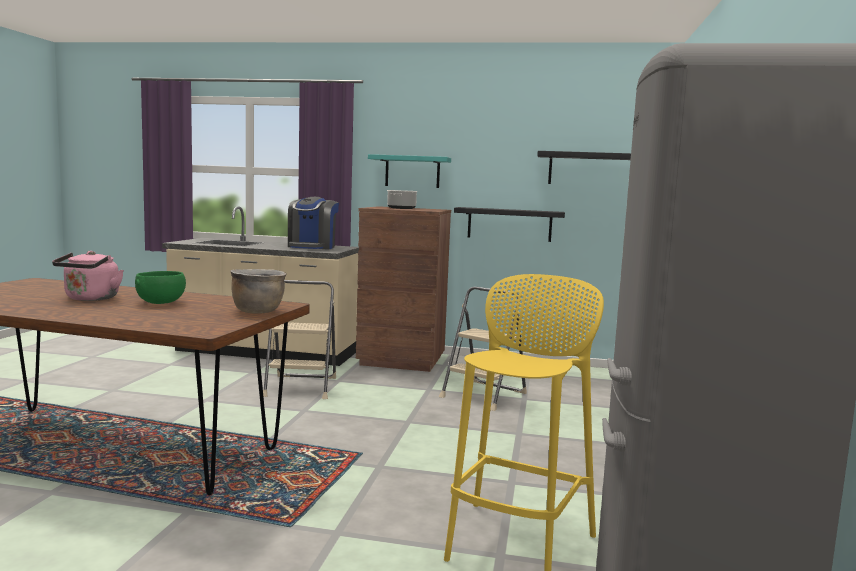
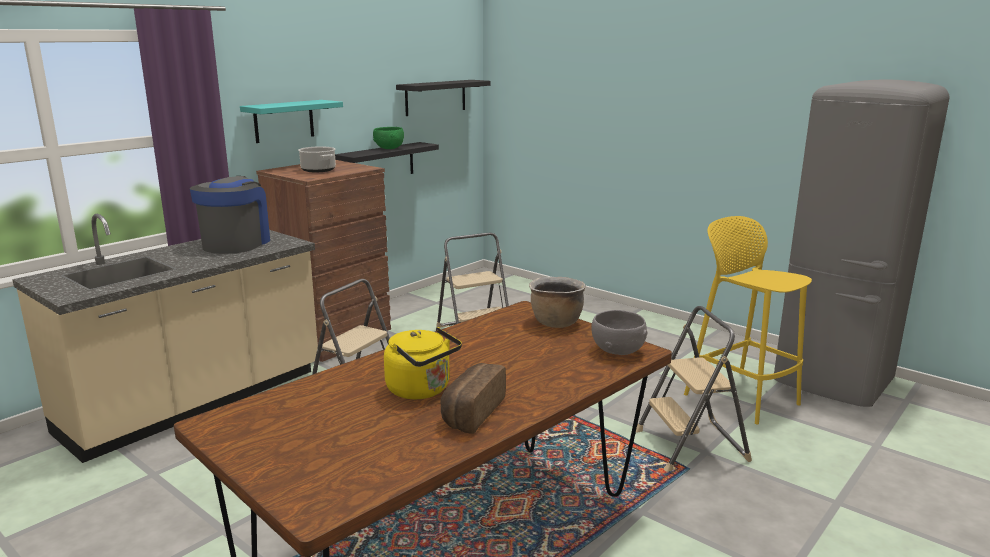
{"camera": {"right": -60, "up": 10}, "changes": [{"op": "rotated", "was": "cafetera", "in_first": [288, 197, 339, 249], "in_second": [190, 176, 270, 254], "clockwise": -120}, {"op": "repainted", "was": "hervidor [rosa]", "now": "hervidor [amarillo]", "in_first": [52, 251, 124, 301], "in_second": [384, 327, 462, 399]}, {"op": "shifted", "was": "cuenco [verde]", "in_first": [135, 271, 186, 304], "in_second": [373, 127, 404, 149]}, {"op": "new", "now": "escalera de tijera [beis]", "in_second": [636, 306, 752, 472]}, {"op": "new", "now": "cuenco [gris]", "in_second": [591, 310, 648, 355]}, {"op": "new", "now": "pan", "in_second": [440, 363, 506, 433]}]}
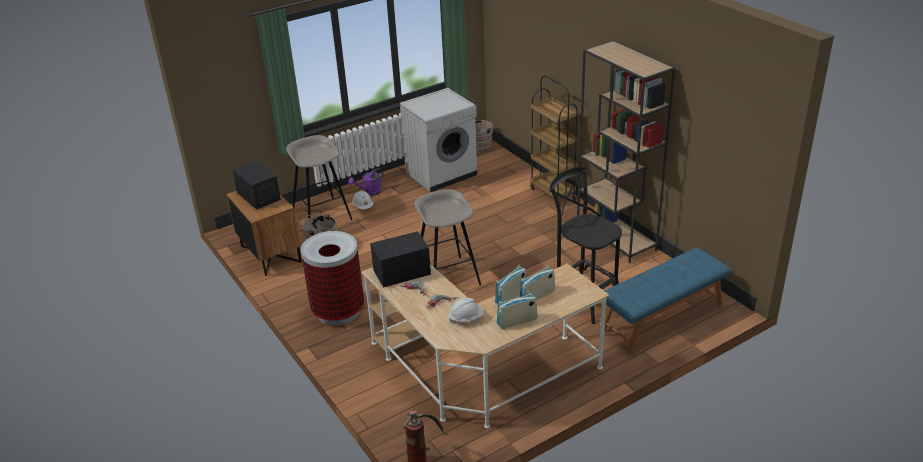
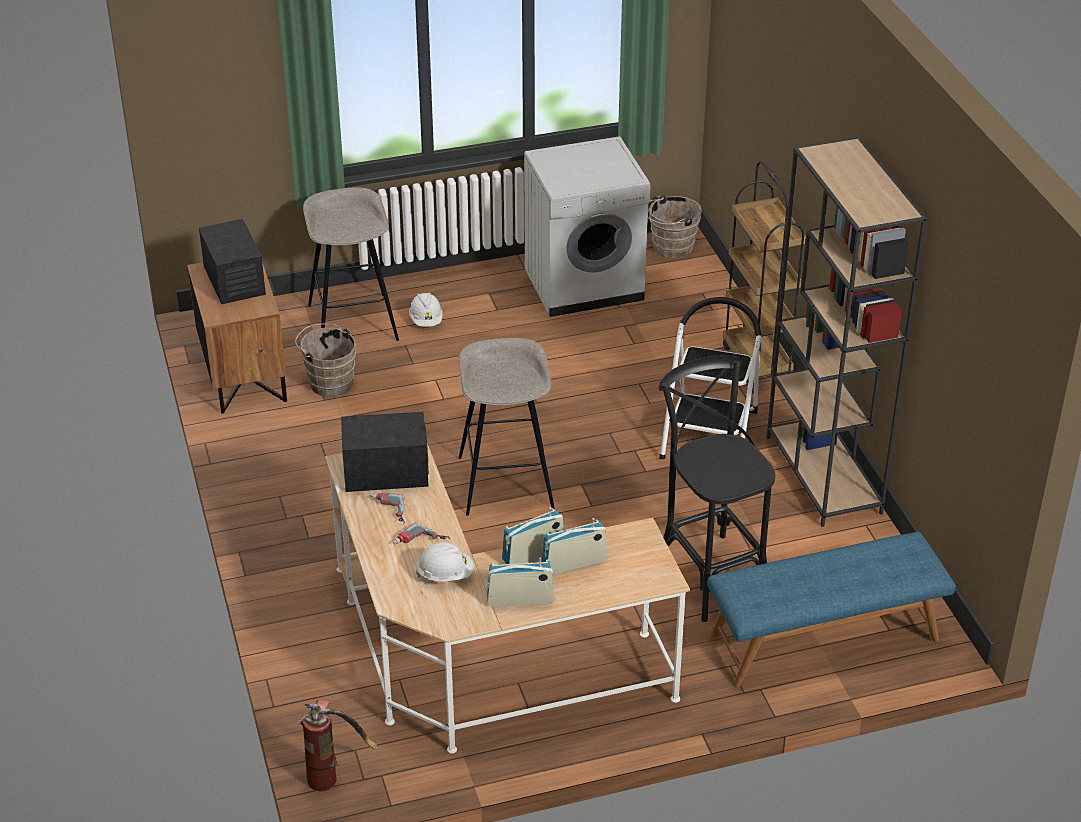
{"camera": {"right": 15, "up": 5}, "changes": [{"op": "gone", "was": "regadera [morado]", "in_first": [348, 168, 383, 196]}, {"op": "gone", "was": "papelera", "in_first": [301, 231, 364, 325]}, {"op": "new", "now": "escalera de tijera", "in_second": [659, 297, 761, 459]}]}
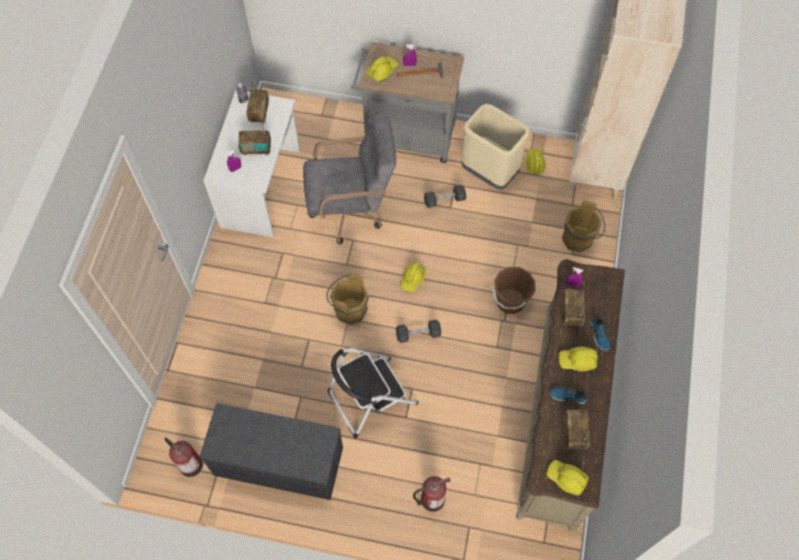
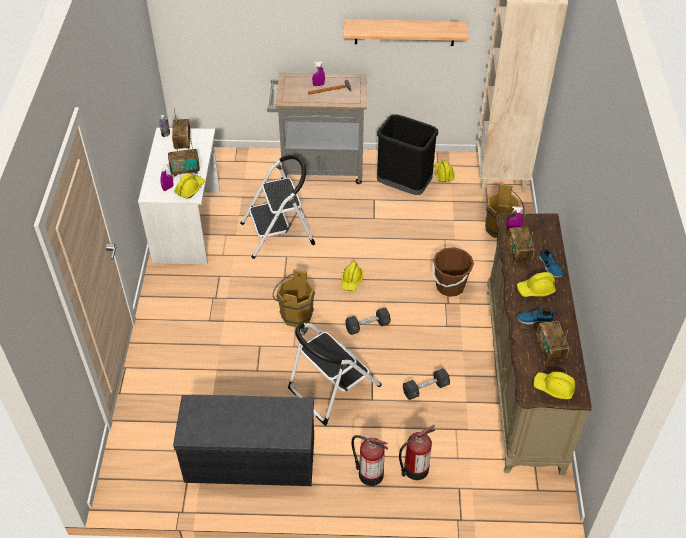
{"camera": {"right": -10, "up": -15}, "changes": [{"op": "shifted", "was": "casco [amarillo]", "in_first": [367, 56, 398, 82], "in_second": [174, 173, 205, 199]}, {"op": "repainted", "was": "papelera [beis]", "now": "papelera [negro]", "in_first": [461, 104, 530, 190], "in_second": [377, 114, 438, 195]}, {"op": "swapped", "was": "silla de oficina [gris]", "now": "escalera de tijera", "in_first": [303, 112, 396, 244], "in_second": [240, 155, 315, 259]}, {"op": "shifted", "was": "mancuerna [gris]", "in_first": [424, 185, 466, 208], "in_second": [403, 368, 450, 400]}, {"op": "shifted", "was": "extintor", "in_first": [164, 438, 203, 477], "in_second": [352, 435, 388, 486]}, {"op": "new", "now": "estante", "in_second": [343, 19, 469, 46]}]}
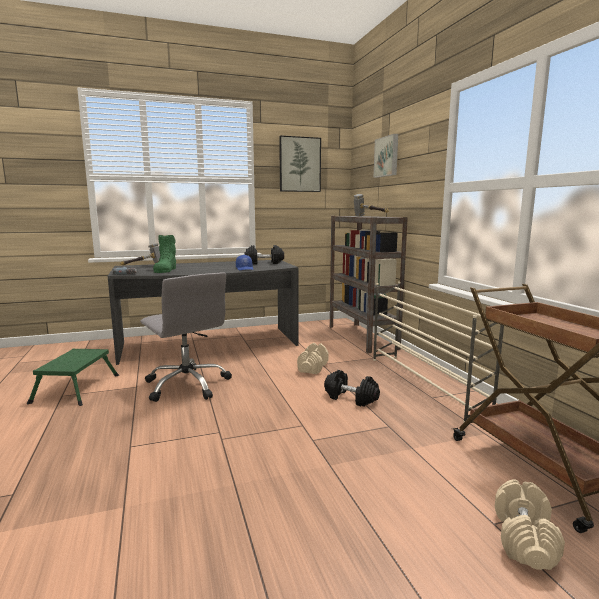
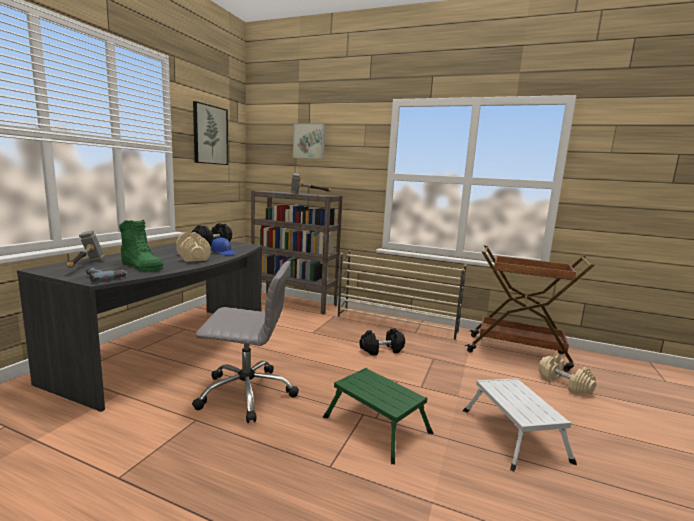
{"camera": {"right": -50, "up": 0}, "changes": [{"op": "shifted", "was": "mancuerna [beis]", "in_first": [297, 343, 329, 374], "in_second": [176, 232, 210, 262]}, {"op": "shifted", "was": "escalera de tijera [verde]", "in_first": [27, 349, 119, 406], "in_second": [323, 368, 434, 464]}, {"op": "new", "now": "escalera de tijera [blanco]", "in_second": [463, 378, 577, 472]}]}
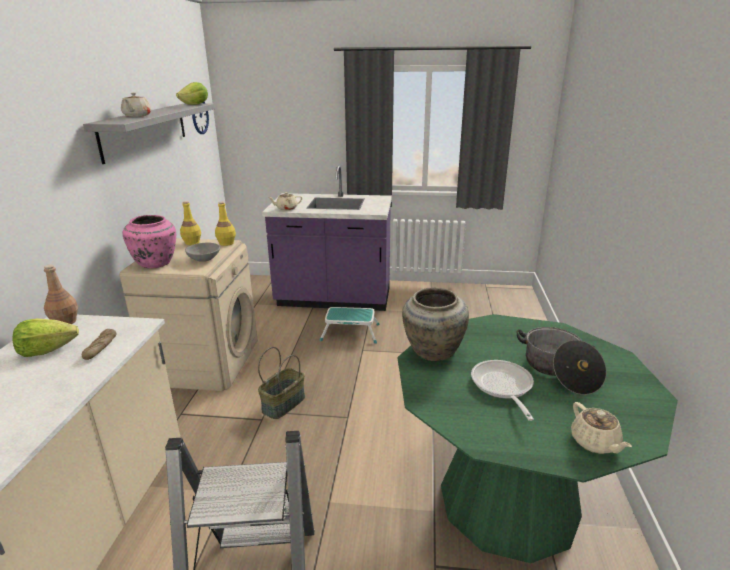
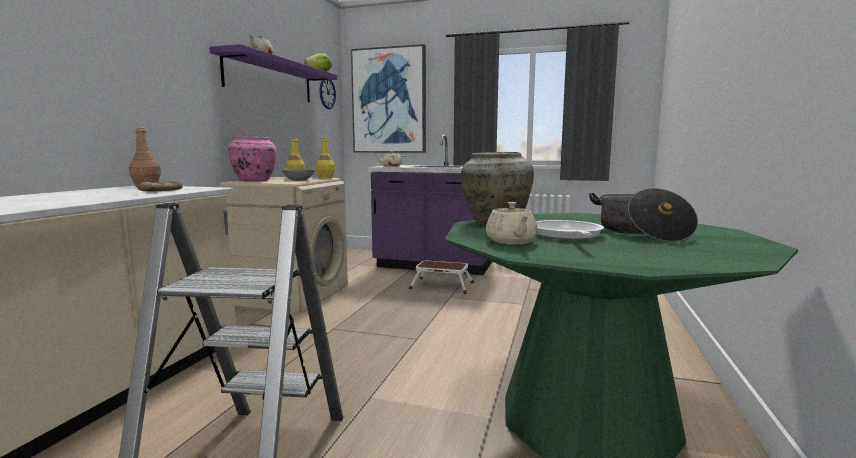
{"camera": {"right": 10, "up": -15}, "changes": [{"op": "repainted", "was": "estante [gris]", "now": "estante [morado]", "in_first": [83, 103, 215, 164], "in_second": [209, 44, 337, 102]}, {"op": "repainted", "was": "escalera de tijera [turquesa]", "now": "escalera de tijera [marrón]", "in_first": [319, 307, 380, 344], "in_second": [409, 261, 474, 294]}, {"op": "gone", "was": "lechuga", "in_first": [12, 318, 79, 357]}, {"op": "gone", "was": "cesta", "in_first": [258, 347, 305, 419]}, {"op": "shifted", "was": "tetera [beis]", "in_first": [571, 402, 632, 454], "in_second": [486, 202, 538, 245]}, {"op": "new", "now": "cuadro", "in_second": [351, 44, 426, 153]}]}
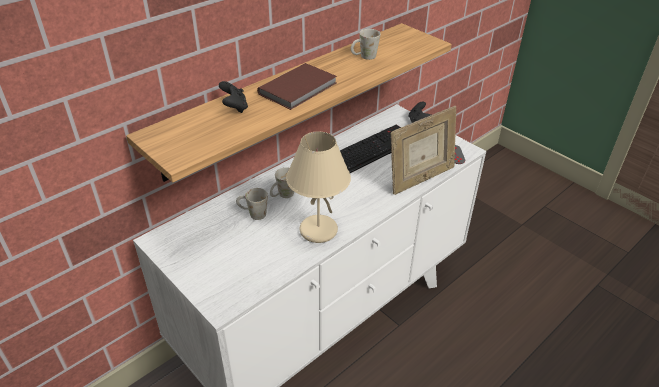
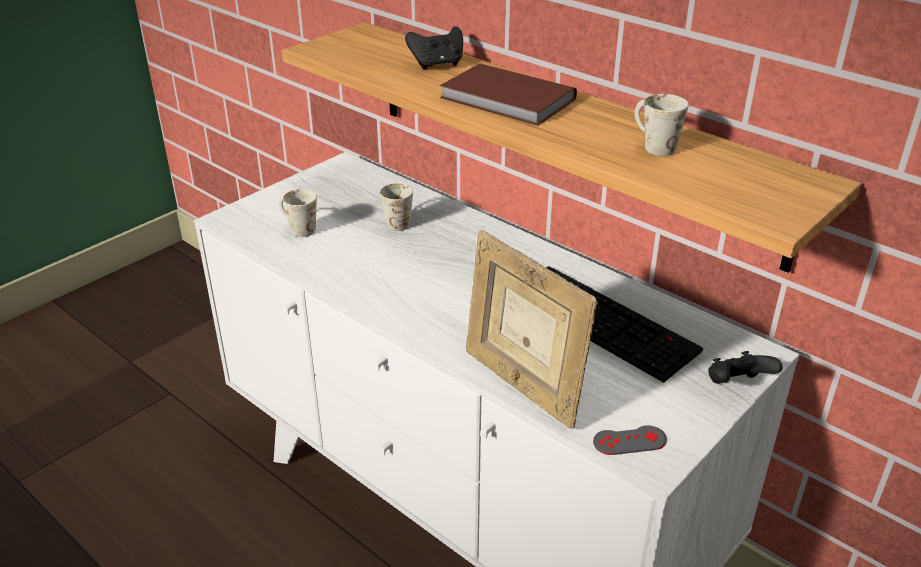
{"camera": {"right": 85, "up": -5}, "changes": [{"op": "gone", "was": "lámpara de mesa [beis]", "in_first": [286, 132, 351, 243]}, {"op": "shifted", "was": "taza grande [blanco]", "in_first": [270, 167, 294, 198], "in_second": [279, 189, 317, 237]}]}
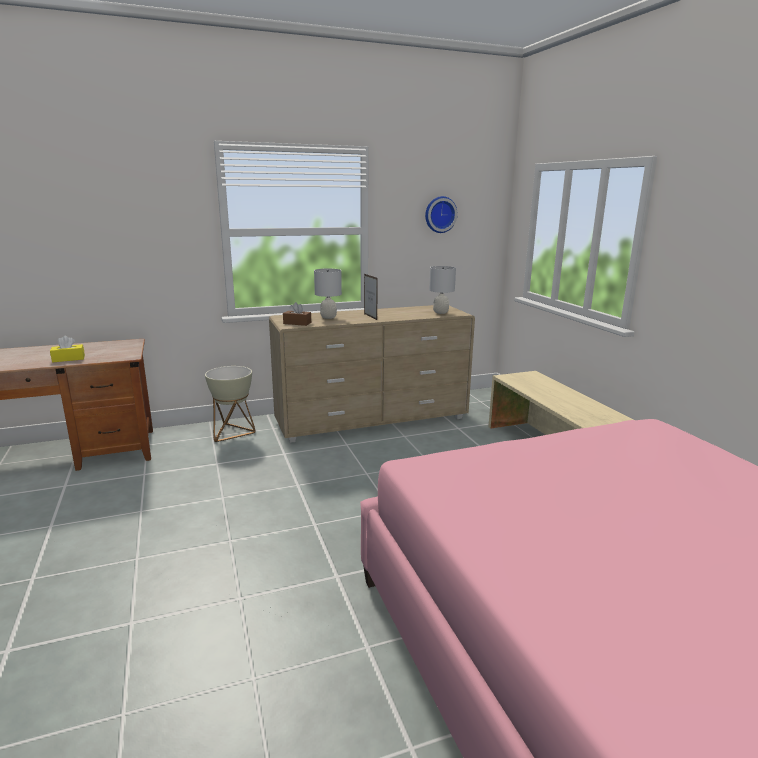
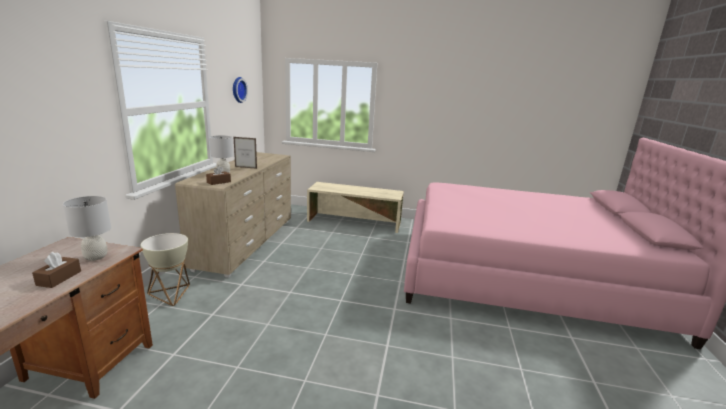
{"camera": {"right": -60, "up": 0}, "changes": [{"op": "shifted", "was": "lámpara de mesa [gris]", "in_first": [429, 266, 456, 314], "in_second": [63, 196, 111, 261]}, {"op": "repainted", "was": "caja de pañuelos [amarillo]", "now": "caja de pañuelos [marrón]", "in_first": [50, 336, 85, 363], "in_second": [32, 252, 81, 288]}]}
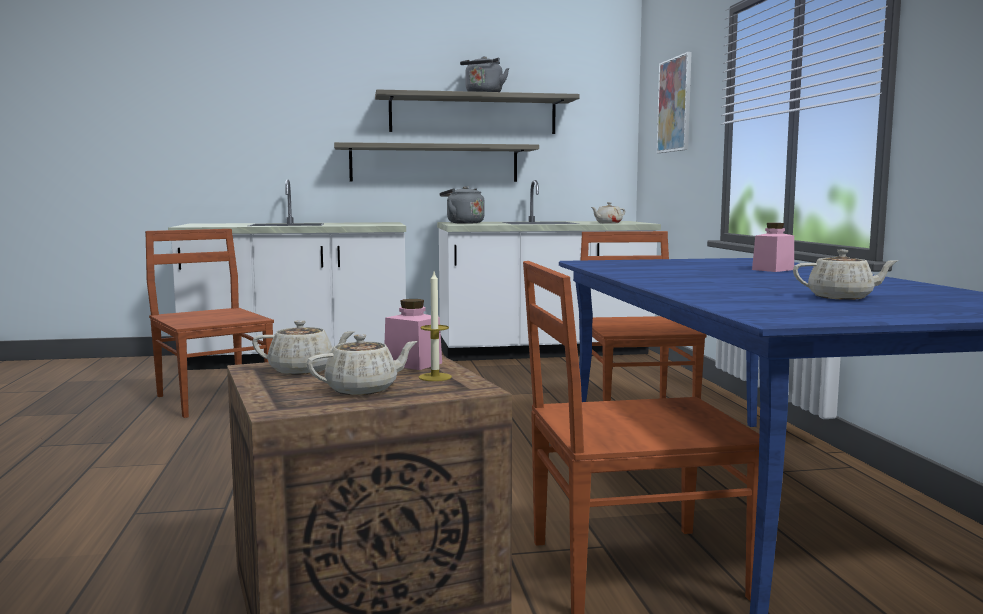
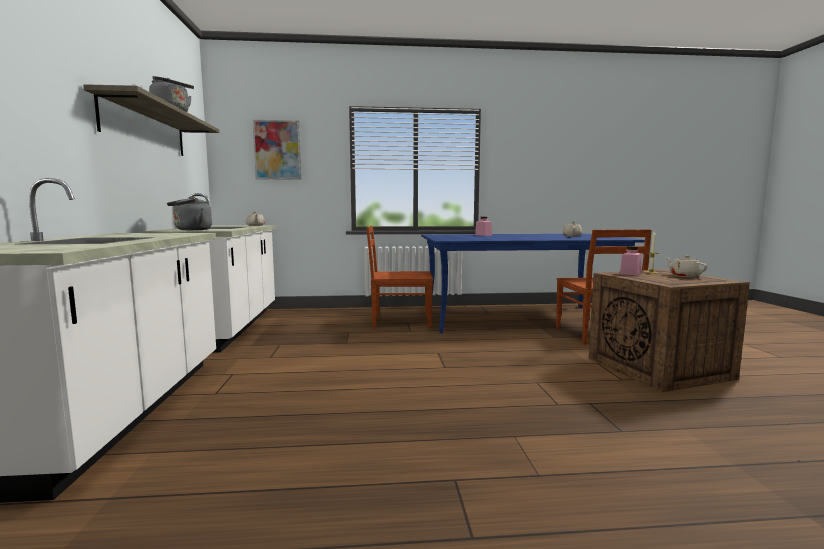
{"camera": {"right": -85, "up": 0}, "changes": [{"op": "gone", "was": "estante", "in_first": [334, 142, 539, 182]}, {"op": "gone", "was": "silla [marrón]", "in_first": [145, 229, 274, 418]}, {"op": "gone", "was": "tetera [beis]", "in_first": [252, 320, 355, 375]}]}
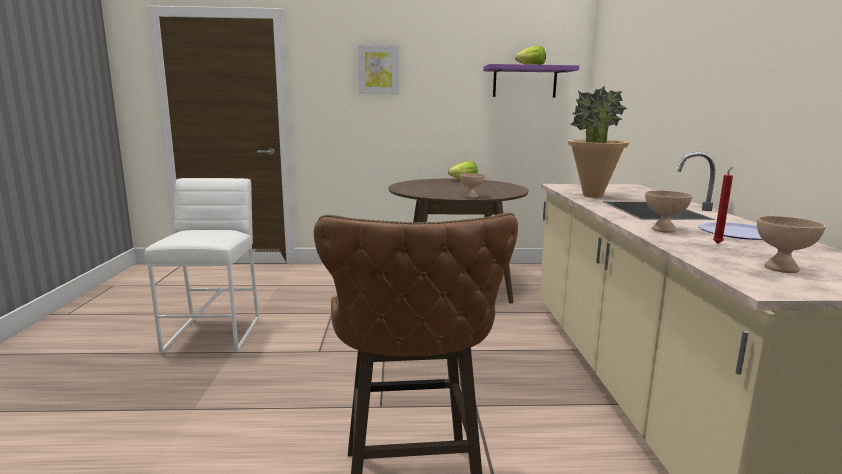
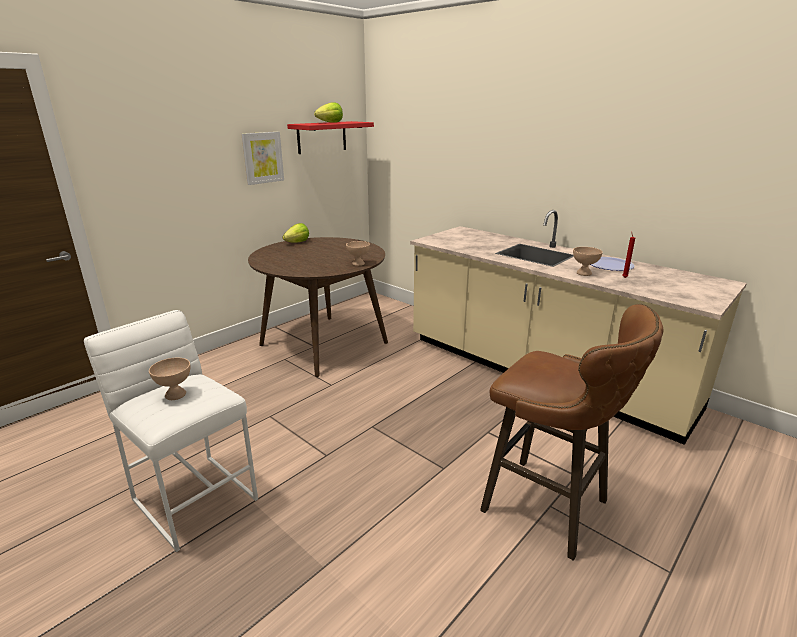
{"camera": {"right": -45, "up": 10}, "changes": [{"op": "shifted", "was": "cuadro", "in_first": [358, 45, 399, 94], "in_second": [241, 132, 284, 185]}, {"op": "repainted", "was": "estante [morado]", "now": "estante [rojo]", "in_first": [483, 64, 579, 98], "in_second": [287, 121, 374, 154]}, {"op": "gone", "was": "planta en maceta", "in_first": [568, 86, 629, 198]}, {"op": "shifted", "was": "cuenco [beis]", "in_first": [757, 216, 826, 273], "in_second": [149, 358, 190, 400]}]}
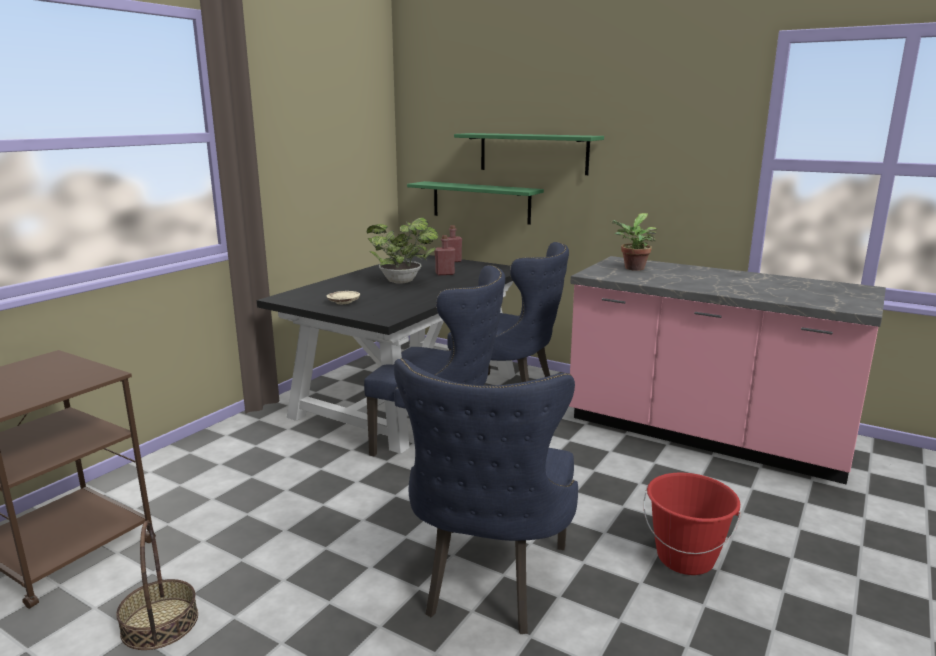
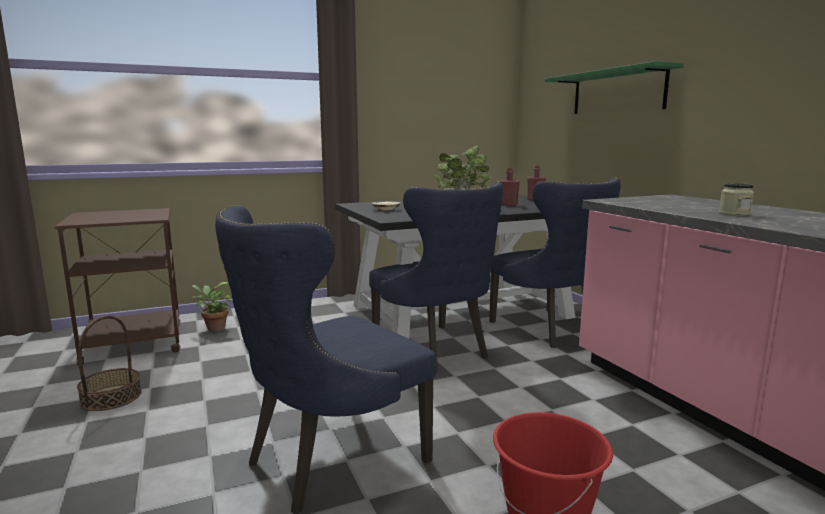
{"camera": {"right": 35, "up": -5}, "changes": [{"op": "gone", "was": "estante [verde]", "in_first": [407, 181, 544, 225]}, {"op": "shifted", "was": "planta en maceta", "in_first": [610, 213, 657, 271], "in_second": [192, 282, 232, 332]}, {"op": "new", "now": "tarro", "in_second": [719, 183, 754, 216]}]}
